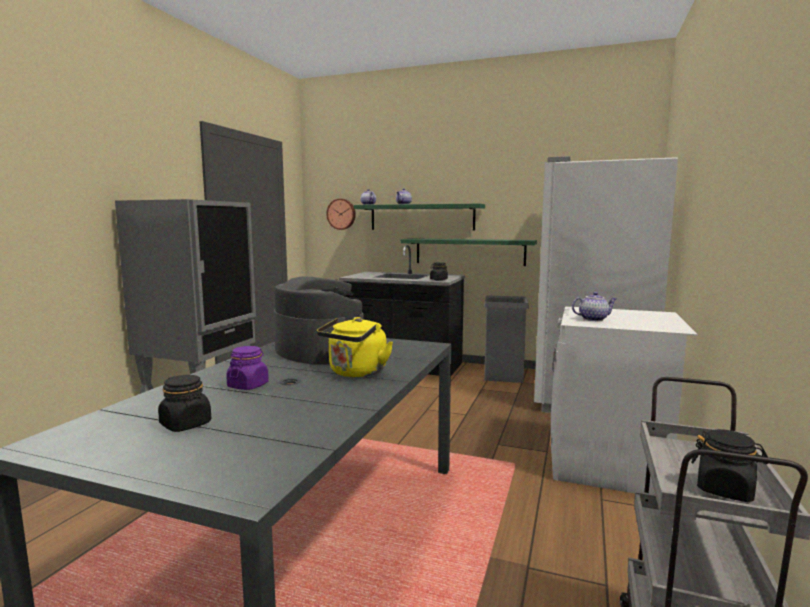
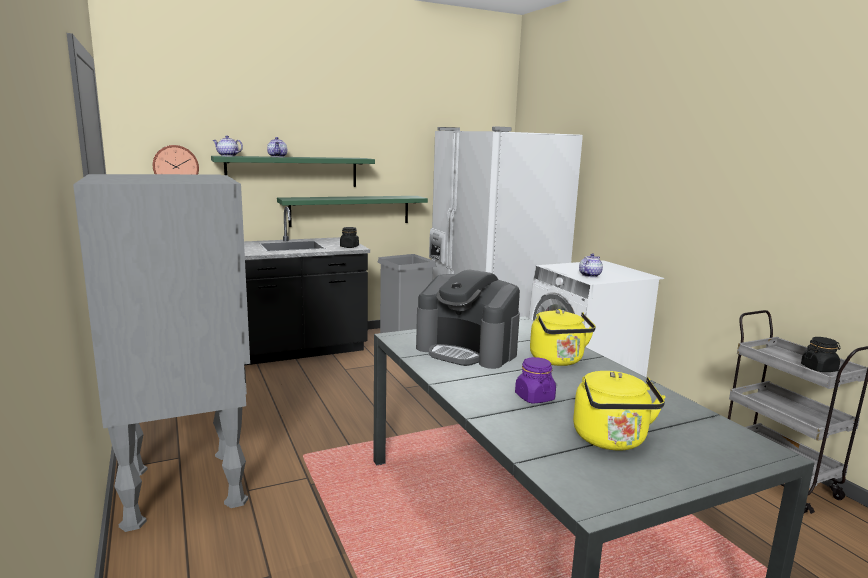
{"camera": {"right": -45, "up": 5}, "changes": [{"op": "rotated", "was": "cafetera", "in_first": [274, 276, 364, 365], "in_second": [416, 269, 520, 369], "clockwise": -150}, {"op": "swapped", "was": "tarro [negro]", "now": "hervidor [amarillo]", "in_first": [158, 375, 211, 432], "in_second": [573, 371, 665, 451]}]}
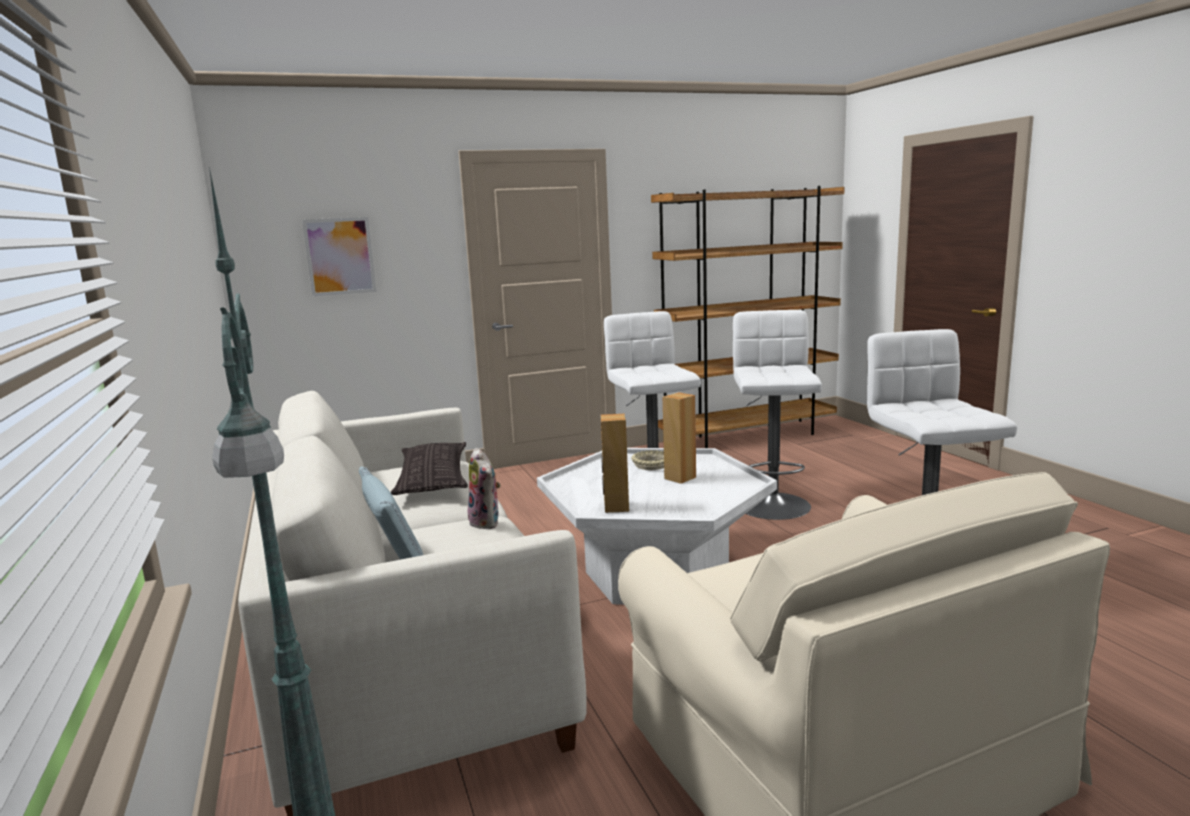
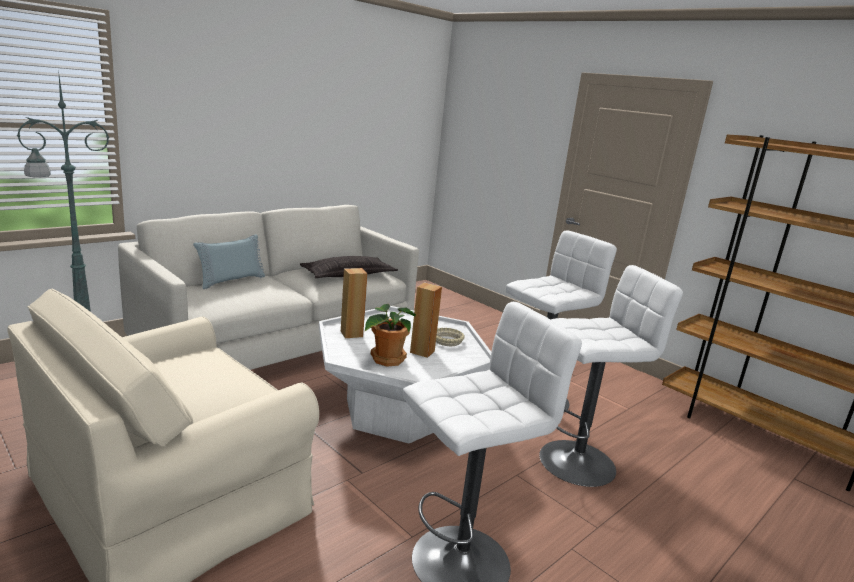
{"camera": {"right": 65, "up": 5}, "changes": [{"op": "gone", "was": "cuadro", "in_first": [302, 217, 376, 296]}, {"op": "gone", "was": "peluche", "in_first": [468, 448, 500, 529]}, {"op": "new", "now": "planta en maceta", "in_second": [365, 304, 416, 367]}]}
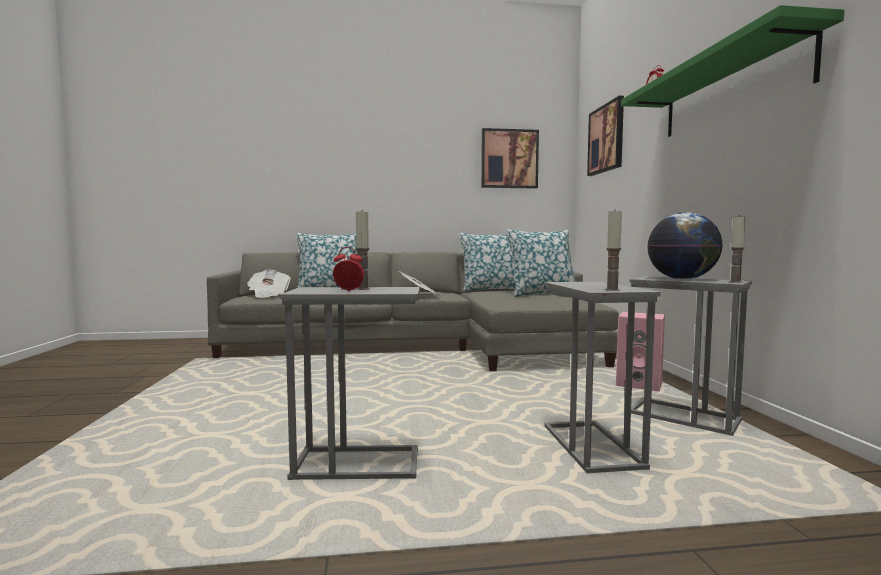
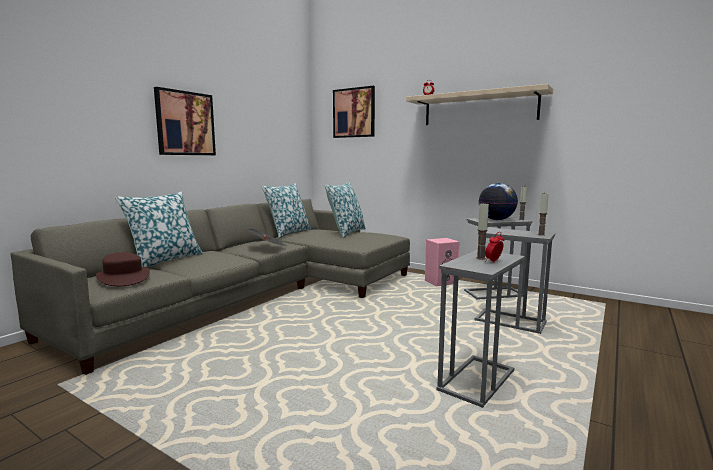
{"camera": {"right": -50, "up": 5}, "changes": [{"op": "repainted", "was": "estante [verde]", "now": "estante [beis]", "in_first": [621, 5, 845, 137], "in_second": [406, 84, 553, 125]}, {"op": "shifted", "was": "cuadro", "in_first": [481, 128, 539, 189], "in_second": [154, 87, 216, 155]}, {"op": "swapped", "was": "periódico", "now": "sombrero [marrón]", "in_first": [247, 270, 291, 298], "in_second": [96, 252, 150, 286]}]}
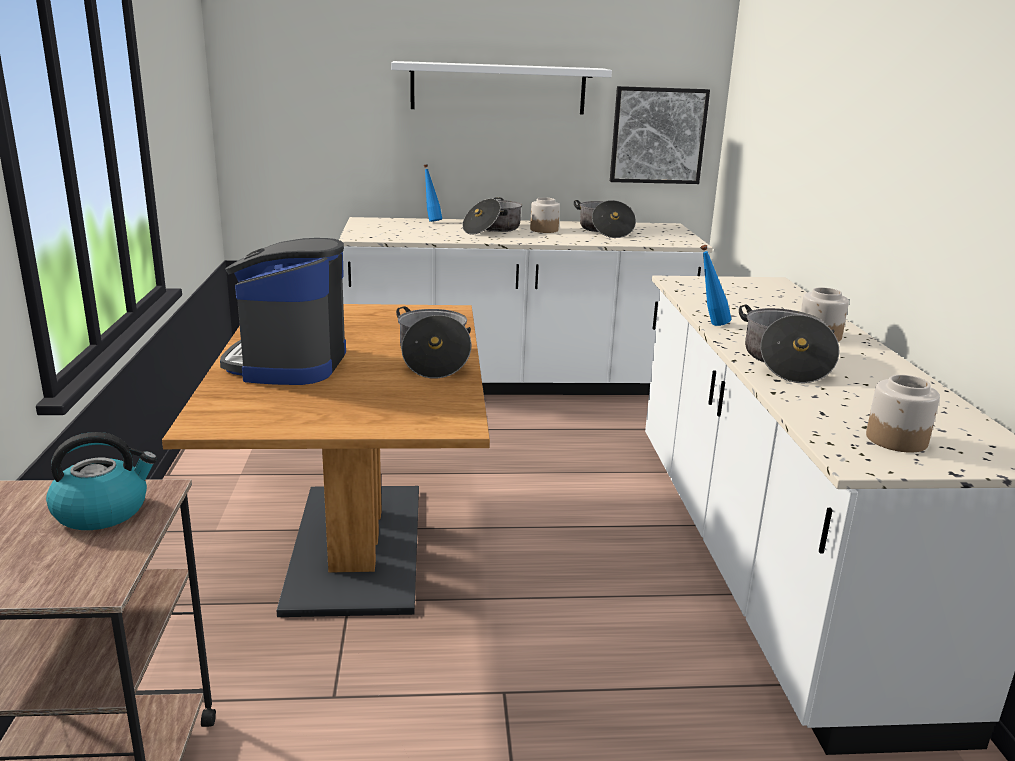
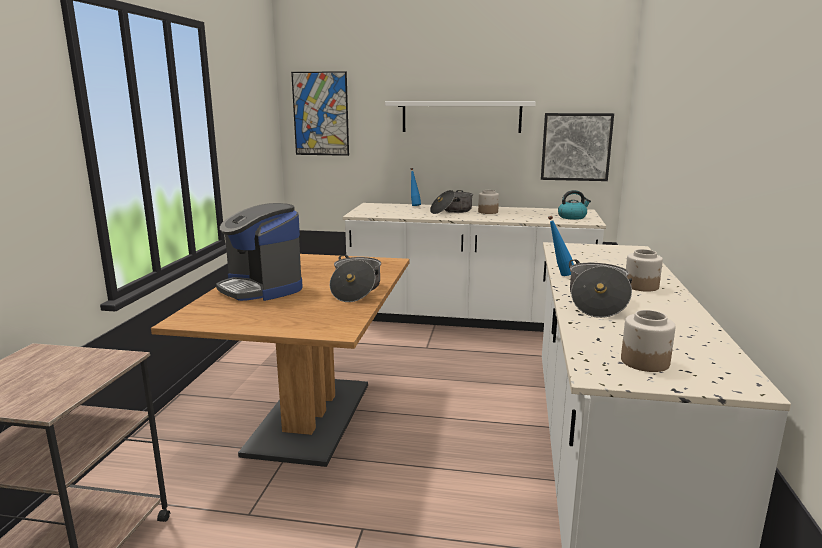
{"camera": {"right": 15, "up": -5}, "changes": [{"op": "gone", "was": "olla", "in_first": [574, 200, 636, 238]}, {"op": "rotated", "was": "cafetera", "in_first": [220, 238, 346, 385], "in_second": [216, 203, 303, 301], "clockwise": -60}, {"op": "shifted", "was": "hervidor", "in_first": [46, 432, 157, 530], "in_second": [558, 190, 591, 220]}, {"op": "new", "now": "cuadro", "in_second": [291, 71, 349, 156]}]}
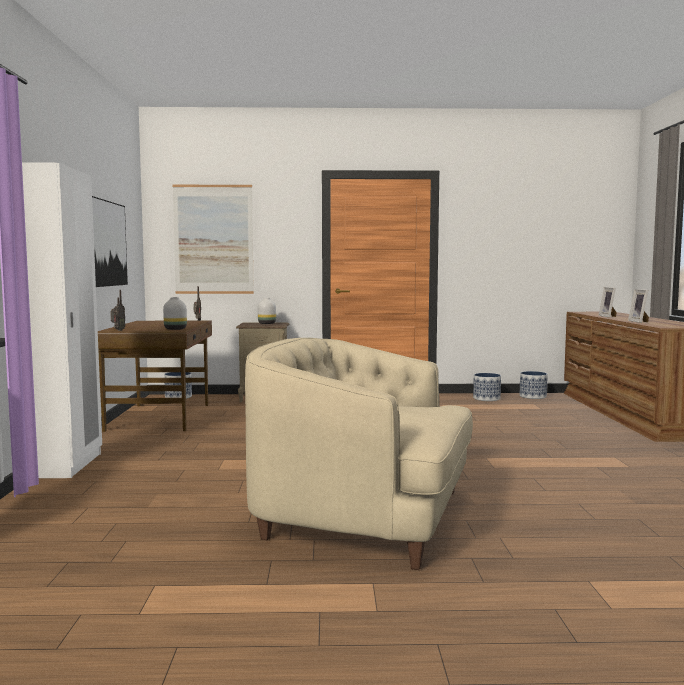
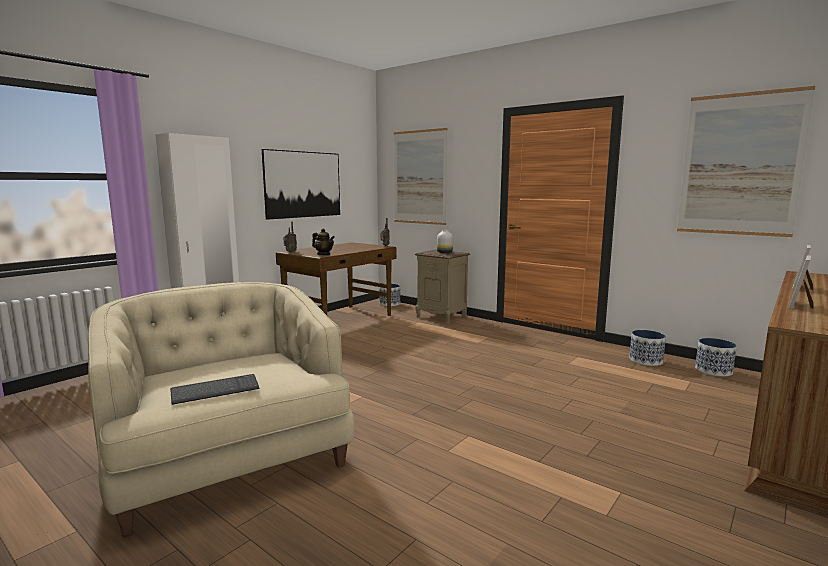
{"camera": {"right": 40, "up": 5}, "changes": [{"op": "swapped", "was": "florero [blanco]", "now": "tetera", "in_first": [163, 297, 187, 330], "in_second": [312, 228, 335, 255]}, {"op": "new", "now": "cuadro", "in_second": [677, 86, 815, 237]}, {"op": "new", "now": "teclado", "in_second": [170, 374, 259, 405]}]}
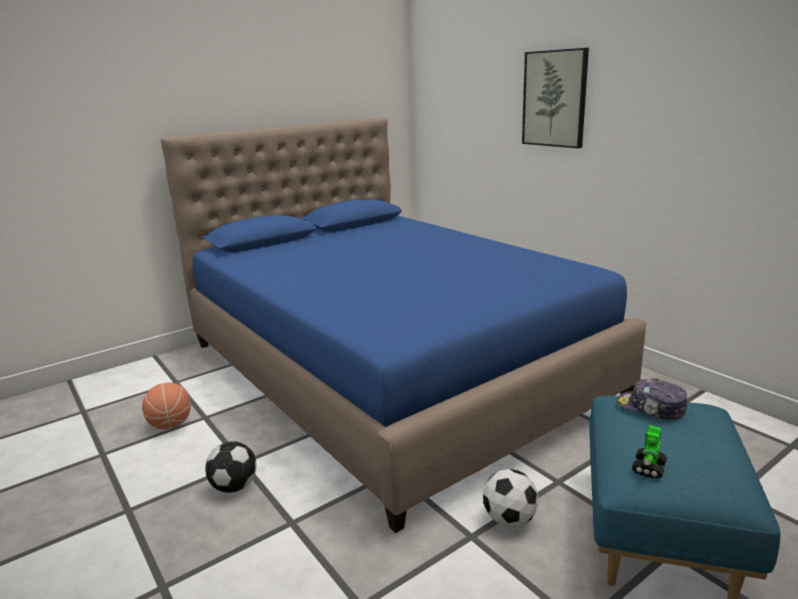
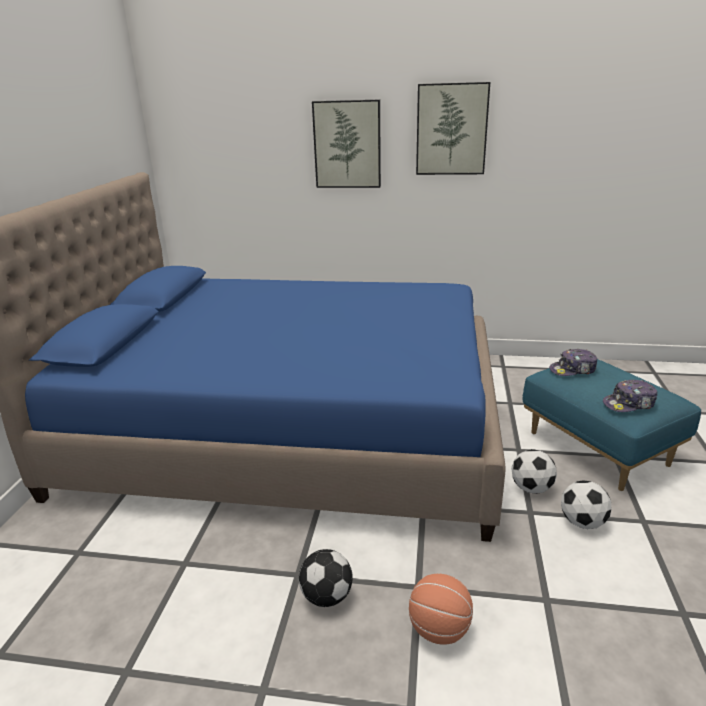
{"camera": {"right": -45, "up": 5}, "changes": [{"op": "shifted", "was": "balón de baloncesto", "in_first": [142, 383, 191, 429], "in_second": [409, 574, 473, 644]}, {"op": "swapped", "was": "robot de juguete", "now": "gorra", "in_first": [632, 425, 667, 479], "in_second": [603, 380, 657, 412]}, {"op": "new", "now": "cuadro", "in_second": [416, 82, 490, 175]}, {"op": "new", "now": "balón de fútbol", "in_second": [561, 481, 611, 529]}]}
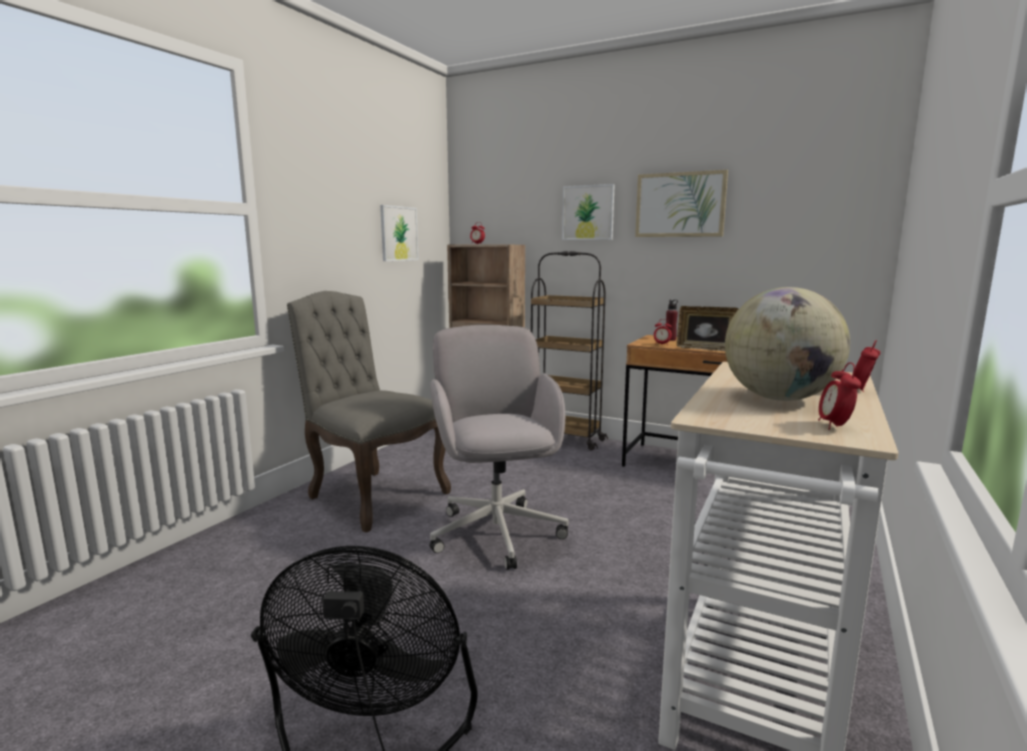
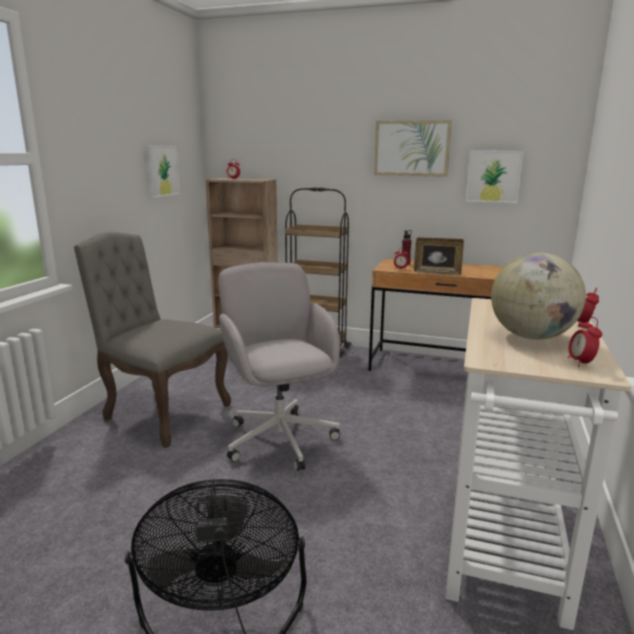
{"camera": {"right": -10, "up": 5}, "changes": [{"op": "shifted", "was": "cuadro", "in_first": [562, 184, 615, 240], "in_second": [466, 151, 523, 203]}]}
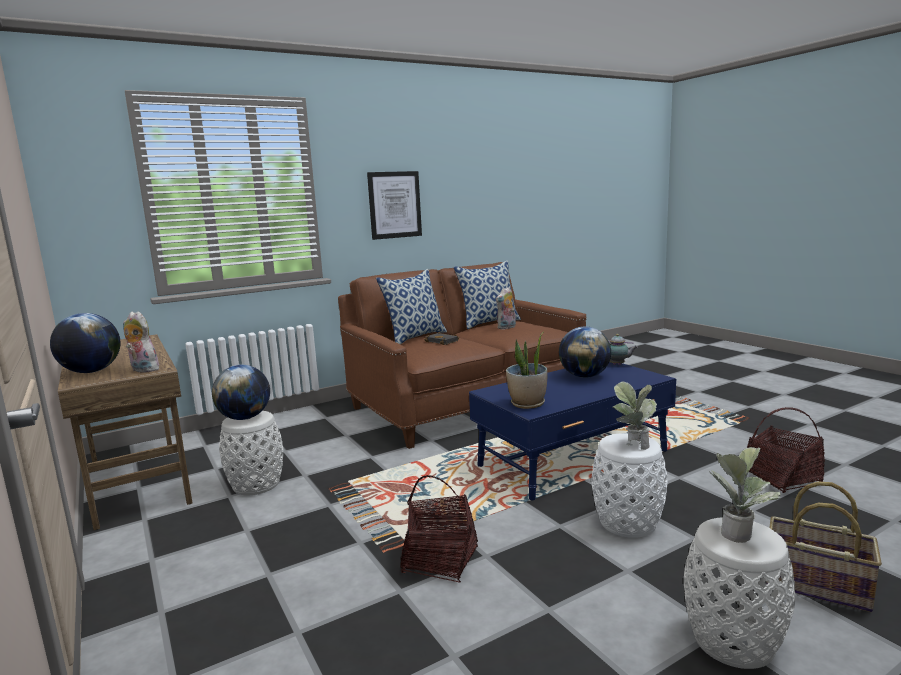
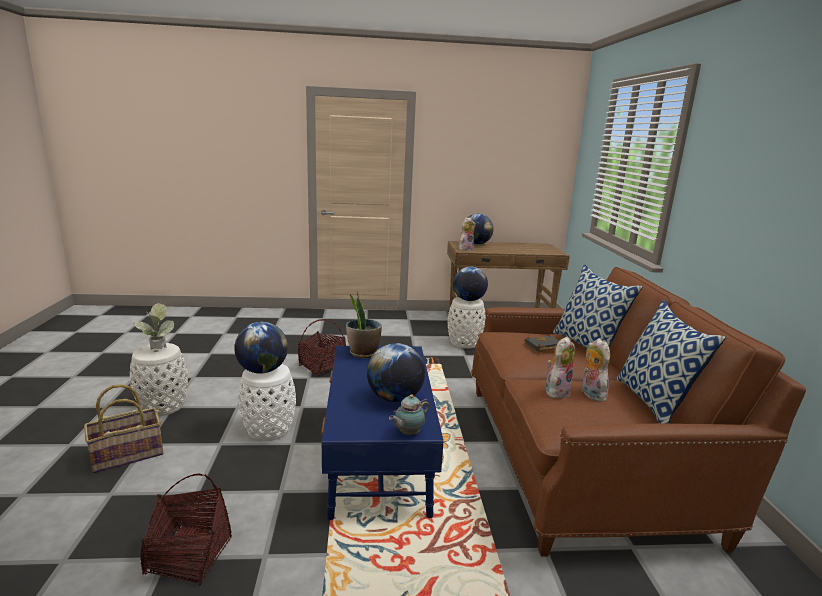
{"camera": {"right": 115, "up": 5}, "changes": [{"op": "gone", "was": "cuadro", "in_first": [367, 171, 422, 240]}, {"op": "swapped", "was": "planta en maceta", "now": "globo terráqueo", "in_first": [613, 381, 657, 450], "in_second": [234, 322, 288, 374]}, {"op": "new", "now": "peluche", "in_second": [546, 336, 575, 399]}]}
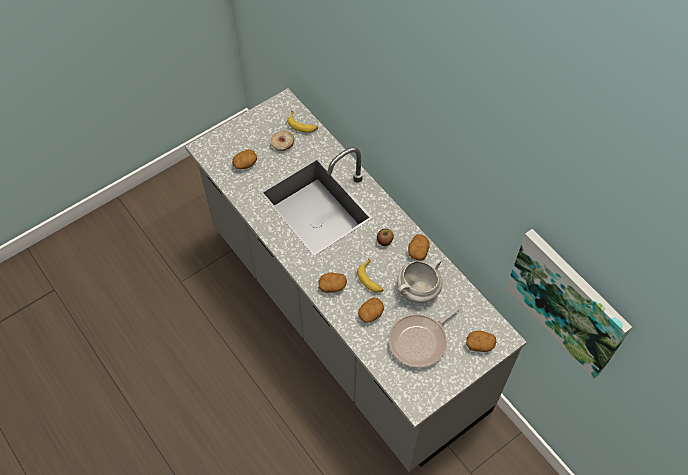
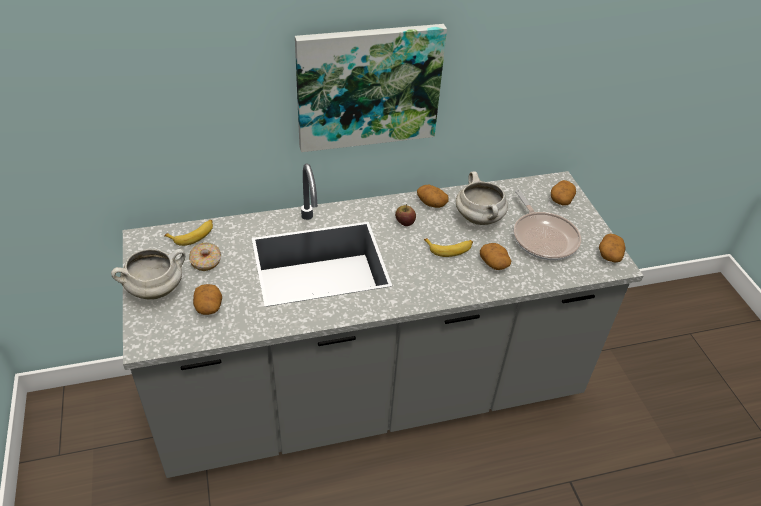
{"camera": {"right": -70, "up": -15}, "changes": [{"op": "shifted", "was": "cuadro", "in_first": [506, 229, 632, 379], "in_second": [295, 24, 447, 152]}, {"op": "shifted", "was": "patata", "in_first": [319, 272, 347, 293], "in_second": [599, 234, 626, 263]}, {"op": "new", "now": "olla [blanco]", "in_second": [111, 249, 186, 300]}]}
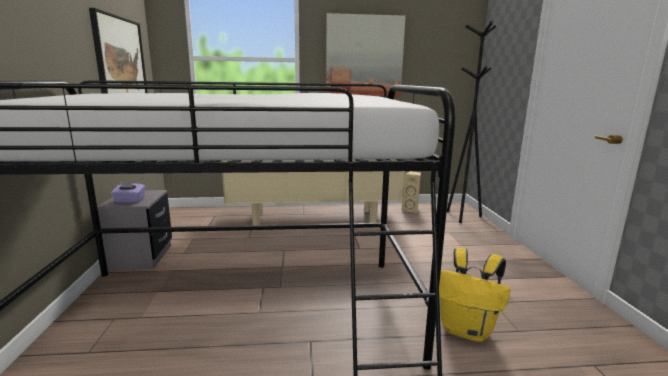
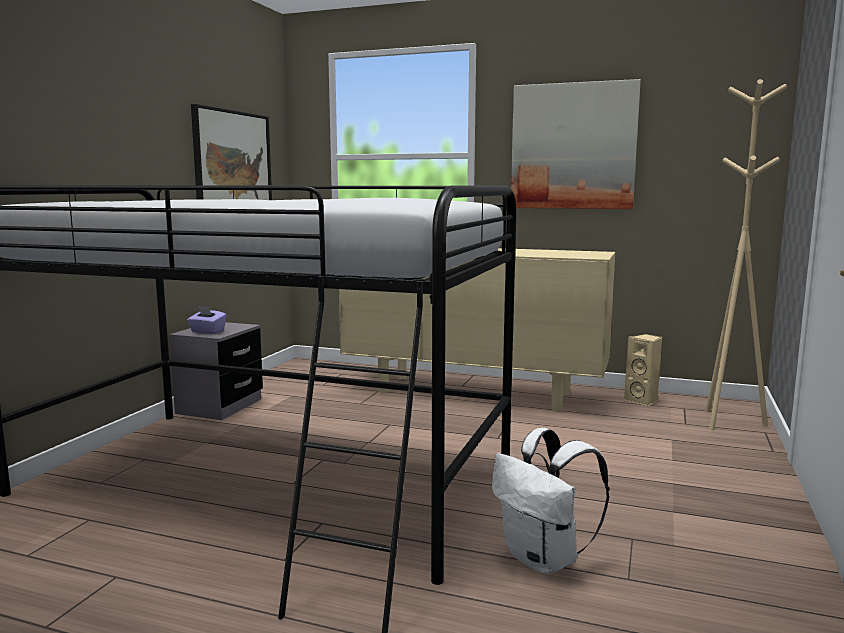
{"camera": {"right": 25, "up": -5}, "changes": [{"op": "repainted", "was": "perchero [negro]", "now": "perchero [beis]", "in_first": [447, 21, 496, 223], "in_second": [706, 79, 787, 430]}, {"op": "repainted", "was": "mochila [amarillo]", "now": "mochila [blanco]", "in_first": [439, 248, 510, 342], "in_second": [492, 428, 610, 575]}]}
